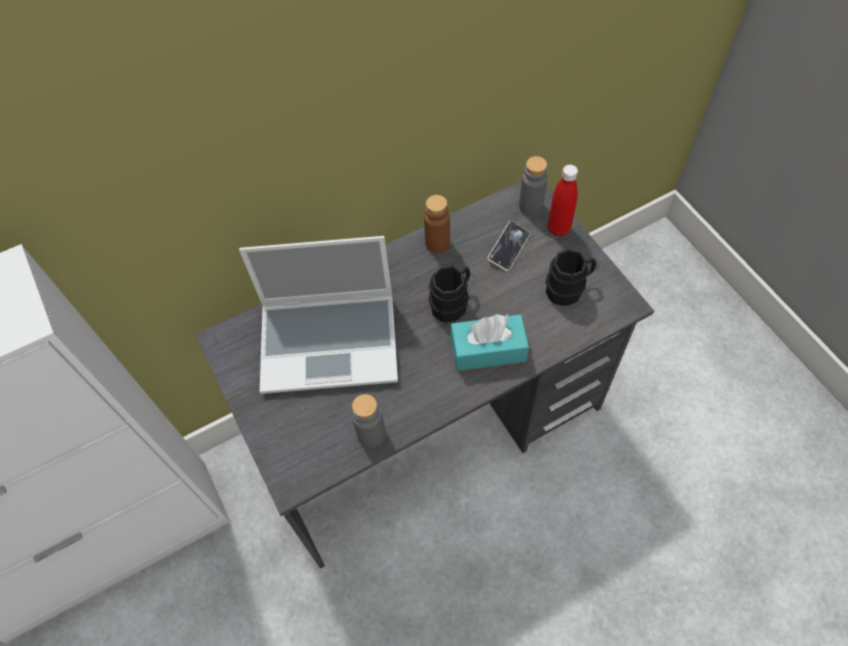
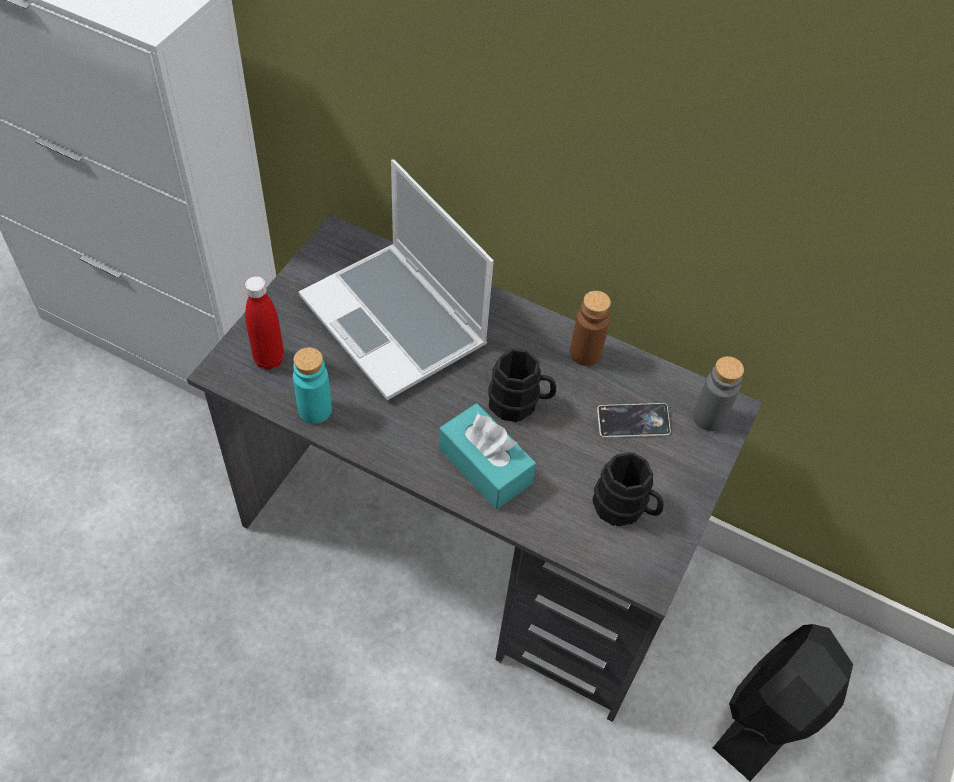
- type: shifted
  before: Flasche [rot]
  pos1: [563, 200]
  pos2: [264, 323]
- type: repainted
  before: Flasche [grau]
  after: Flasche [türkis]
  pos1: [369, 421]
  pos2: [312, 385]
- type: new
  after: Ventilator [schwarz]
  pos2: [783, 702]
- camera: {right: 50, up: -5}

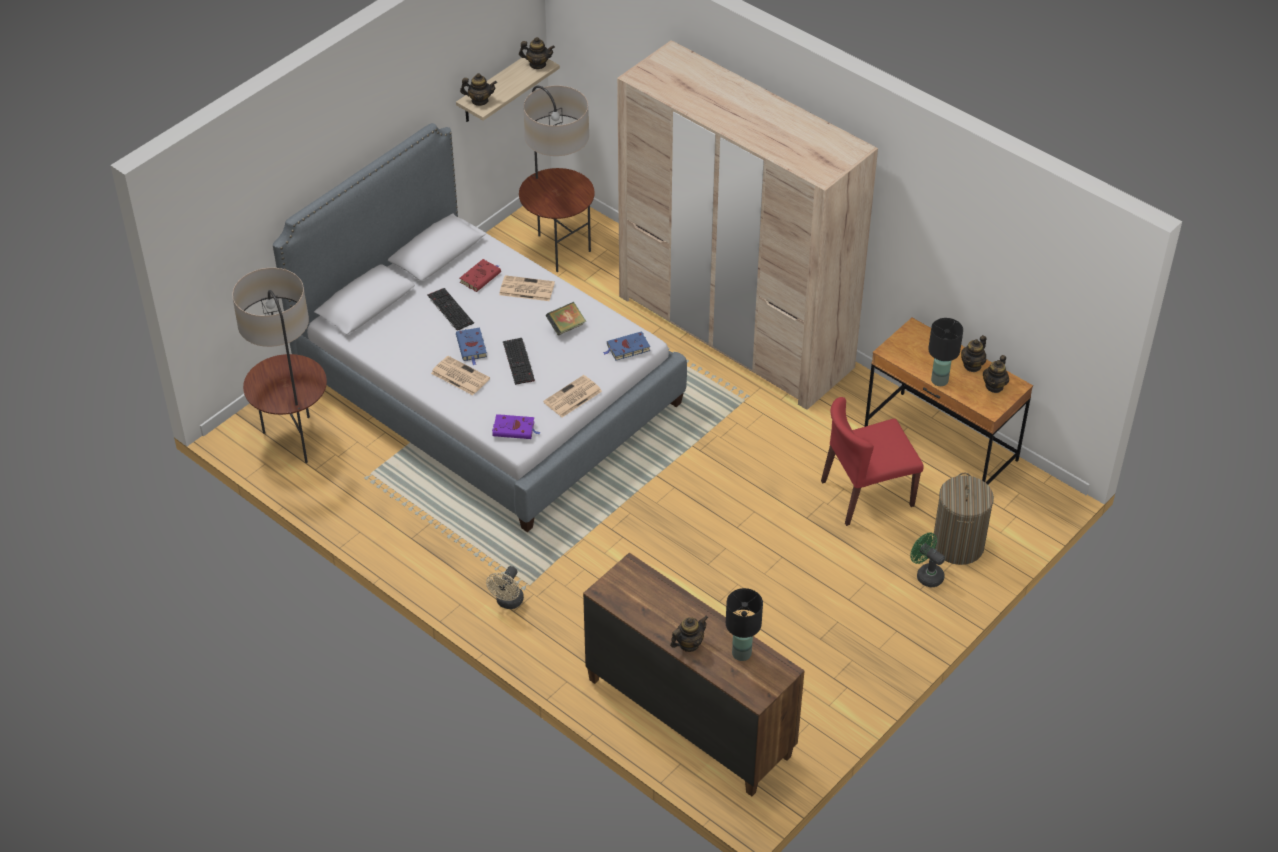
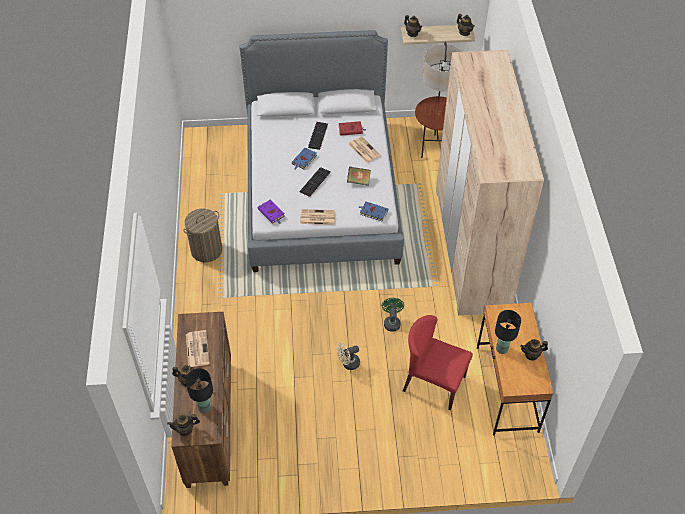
- type: gone
  before: Stehlampe
  pos1: [279, 365]
- type: shifted
  before: Teekanne
  pos1: [996, 374]
  pos2: [183, 425]
- type: shifted
  before: Zeitung
  pos1: [460, 375]
  pos2: [198, 348]
- type: shifted
  before: Wäschekorb
  pos1: [963, 519]
  pos2: [202, 235]
- type: shifted
  before: Ventilator [grün]
  pos1: [927, 560]
  pos2: [393, 315]
- type: shifted
  before: Ventilator [beige]
  pos1: [505, 587]
  pos2: [348, 356]
- camera: {right: 45, up: 5}

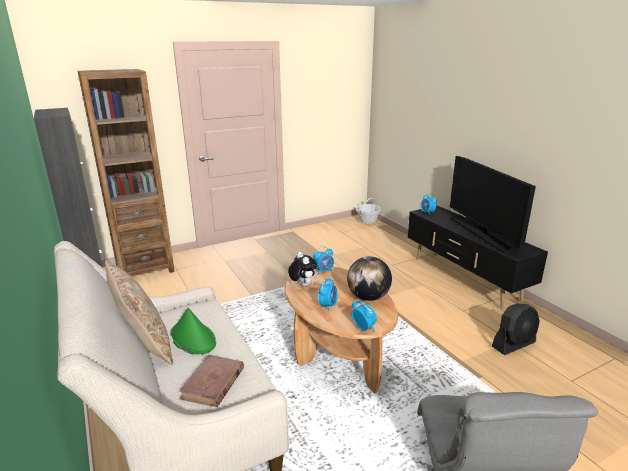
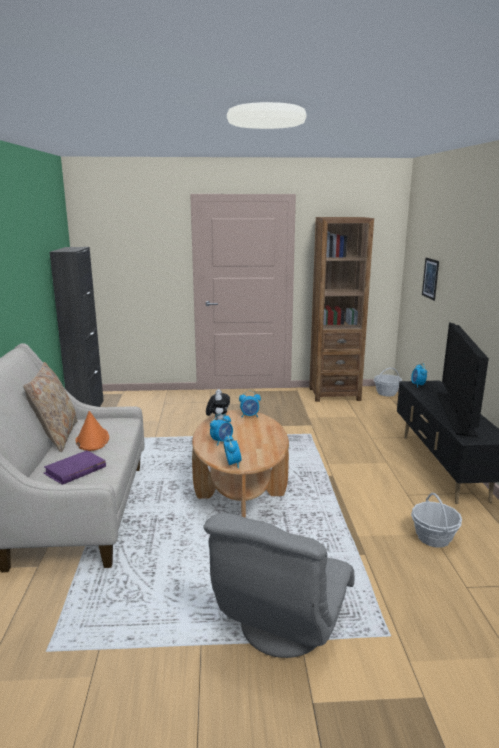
- type: shifted
  before: Bücherregal [braun]
  pos1: [126, 172]
  pos2: [341, 309]
- type: gone
  before: Globus
  pos1: [369, 278]
- type: swapped
  before: Ventilator [schwarz]
  after: Korb
  pos1: [516, 329]
  pos2: [436, 520]
- type: repainted
  before: Hut [grün]
  after: Hut [orange]
  pos1: [193, 331]
  pos2: [92, 431]
- type: repainted
  before: Buch [braun]
  after: Buch [lila]
  pos1: [211, 381]
  pos2: [75, 467]
- type: new
  after: Bild
  pos2: [430, 279]
- camera: {right: 25, up: -5}

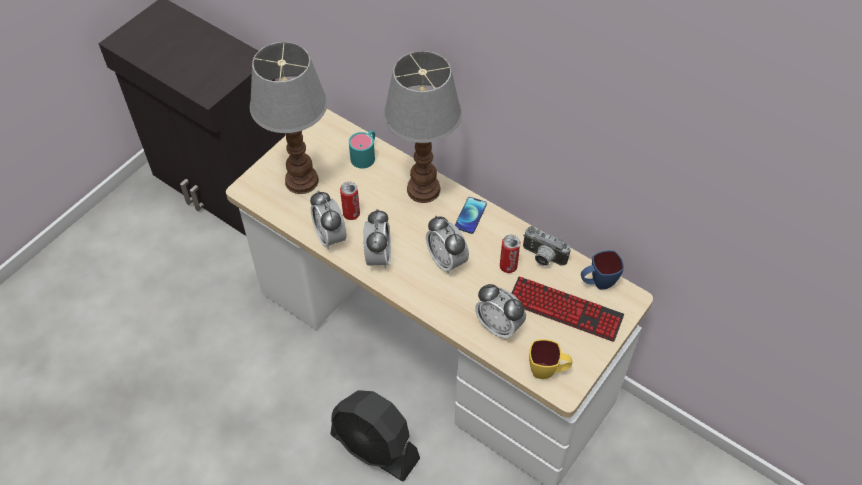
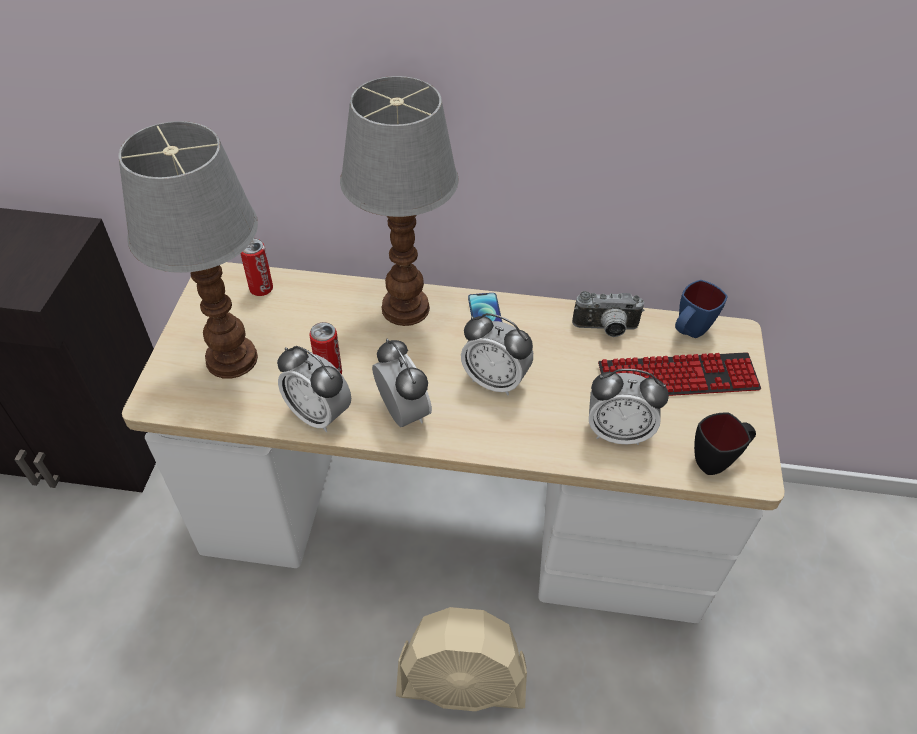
- type: gone
  before: Henkelbecher [türkis]
  pos1: [362, 149]
- type: shifted
  before: Dose
  pos1: [510, 254]
  pos2: [256, 267]
- type: repainted
  before: Henkelbecher [gelb]
  after: Henkelbecher [schwarz]
  pos1: [550, 359]
  pos2: [725, 444]
- type: repainted
  before: Ventilator [schwarz]
  after: Ventilator [beige]
  pos1: [375, 436]
  pos2: [461, 659]
- camera: {right: -30, up: -5}

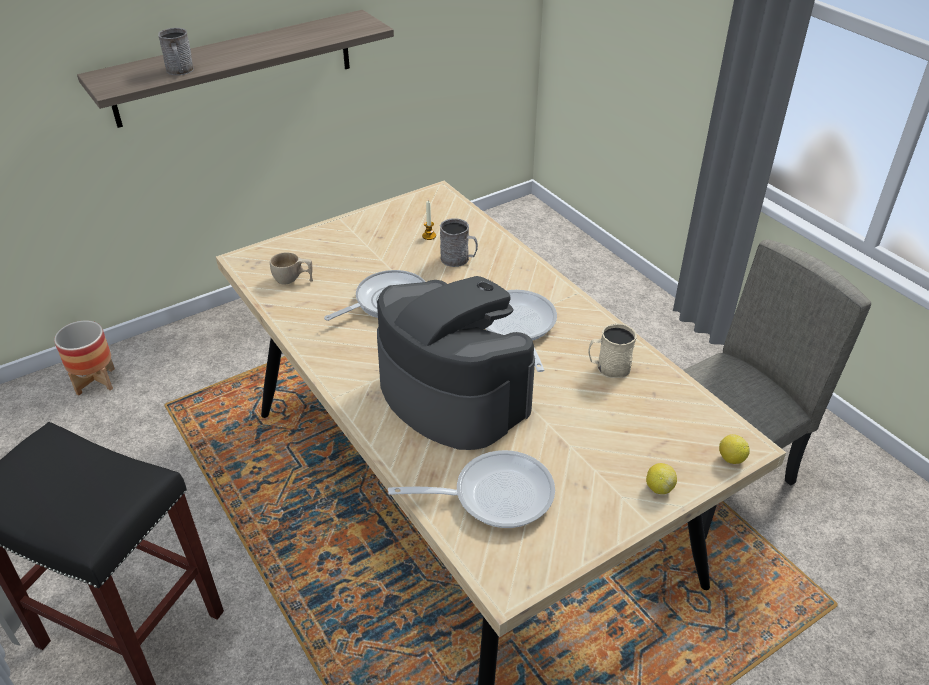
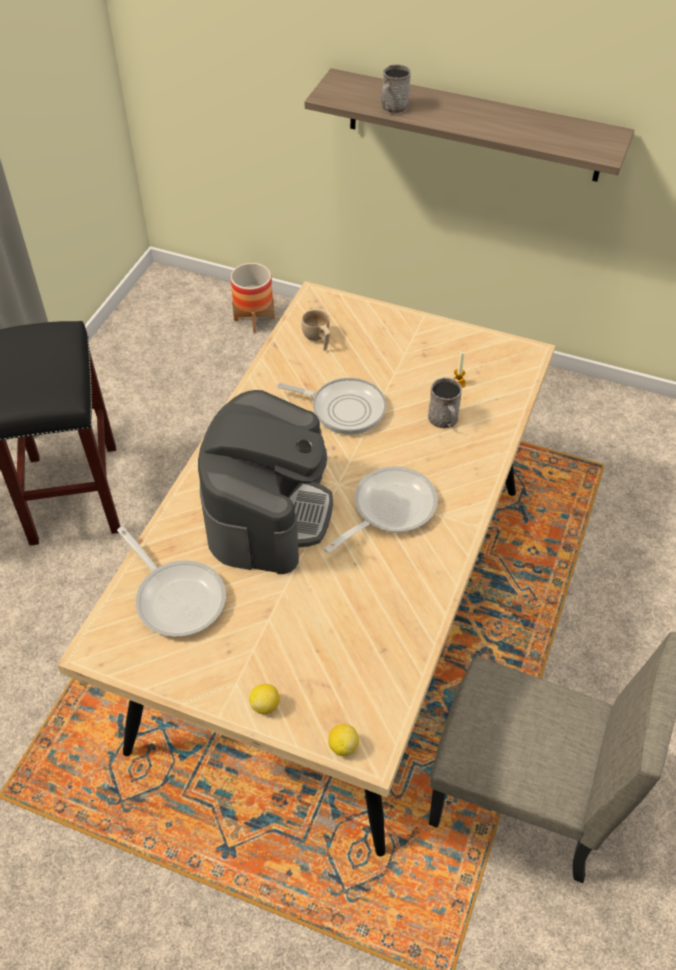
- type: gone
  before: Henkelbecher [beige]
  pos1: [612, 351]
- camera: {right: 55, up: 10}

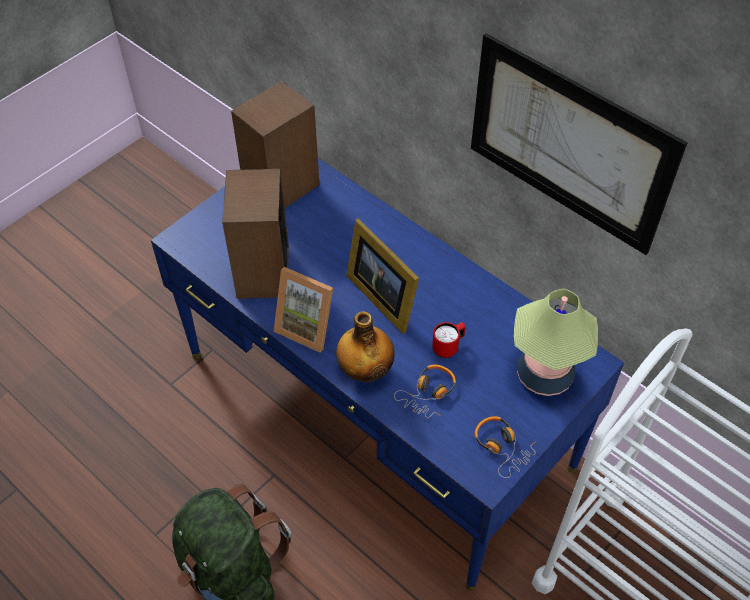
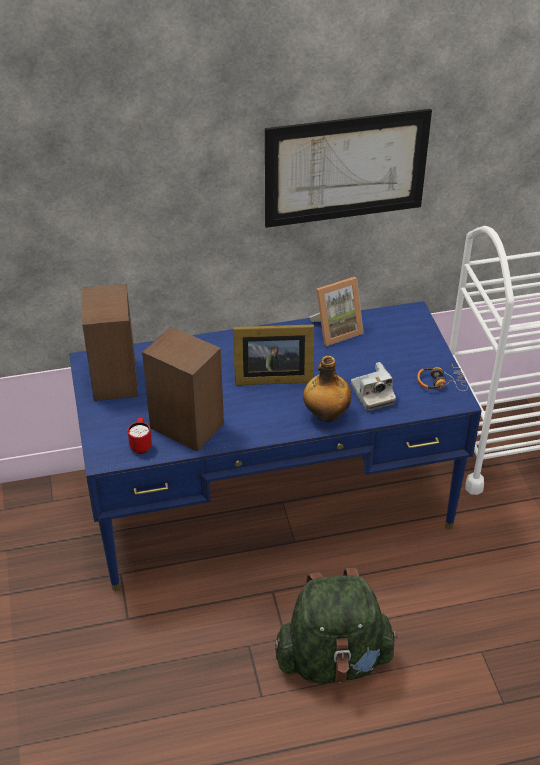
- type: shifted
  before: Bilderrahmen
  pos1: [303, 310]
  pos2: [337, 311]
- type: gone
  before: Tischlampe
  pos1: [556, 342]
- type: shifted
  before: Henkelbecher [rot]
  pos1: [449, 340]
  pos2: [140, 436]
- type: swapped
  before: Kopfhörer
  after: Kamera
  pos1: [425, 391]
  pos2: [373, 386]
- camera: {right: -55, up: -10}

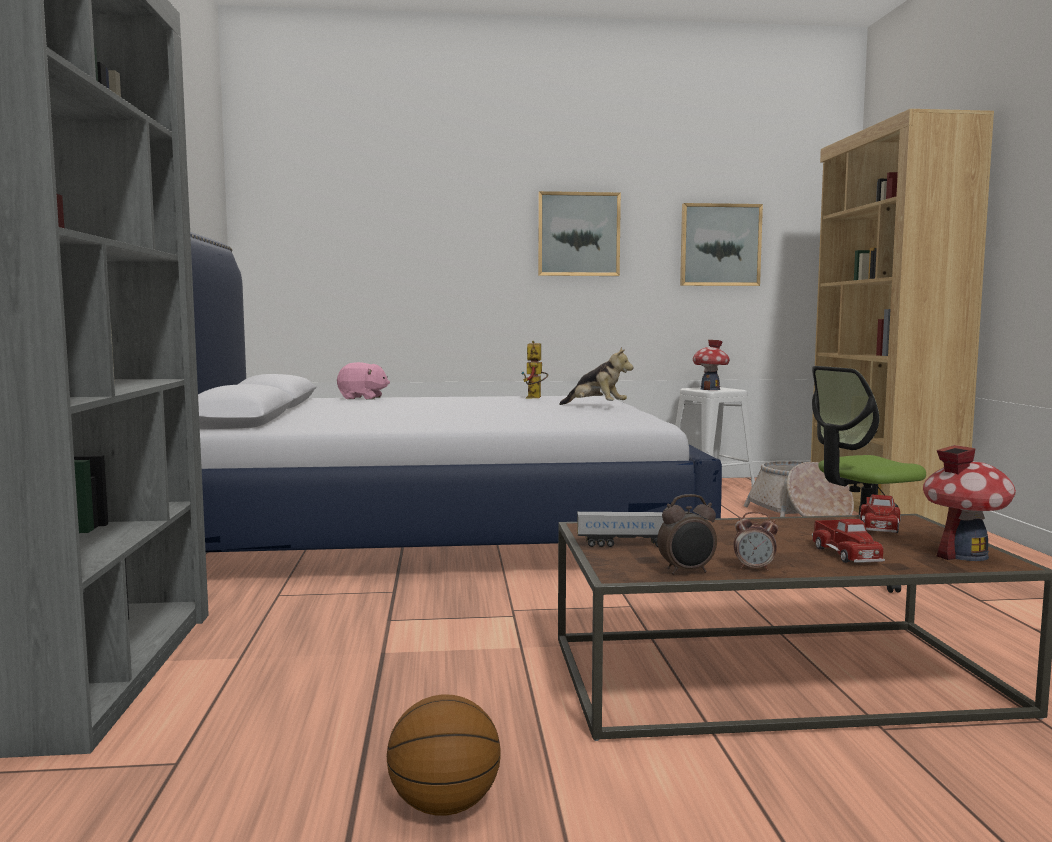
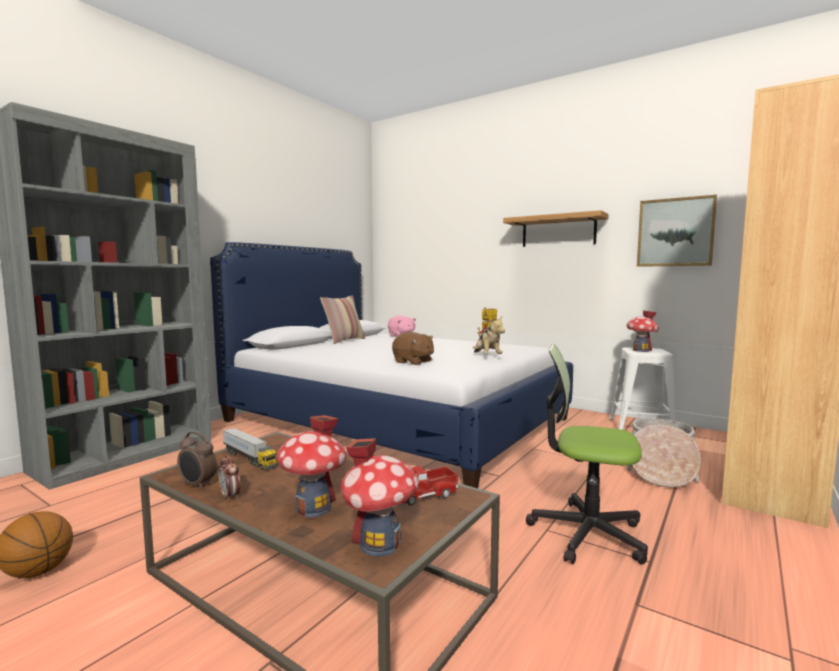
- type: swapped
  before: Bild
  after: Wandregal
  pos1: [579, 233]
  pos2: [556, 228]
- type: swapped
  before: Spielzeuglaster
  after: Spielzeughaus
  pos1: [848, 541]
  pos2: [312, 466]
- type: new
  after: Kissen
  pos2: [343, 320]
- type: new
  after: Plüschtier [braun]
  pos2: [413, 348]
- camera: {right: 40, up: 0}

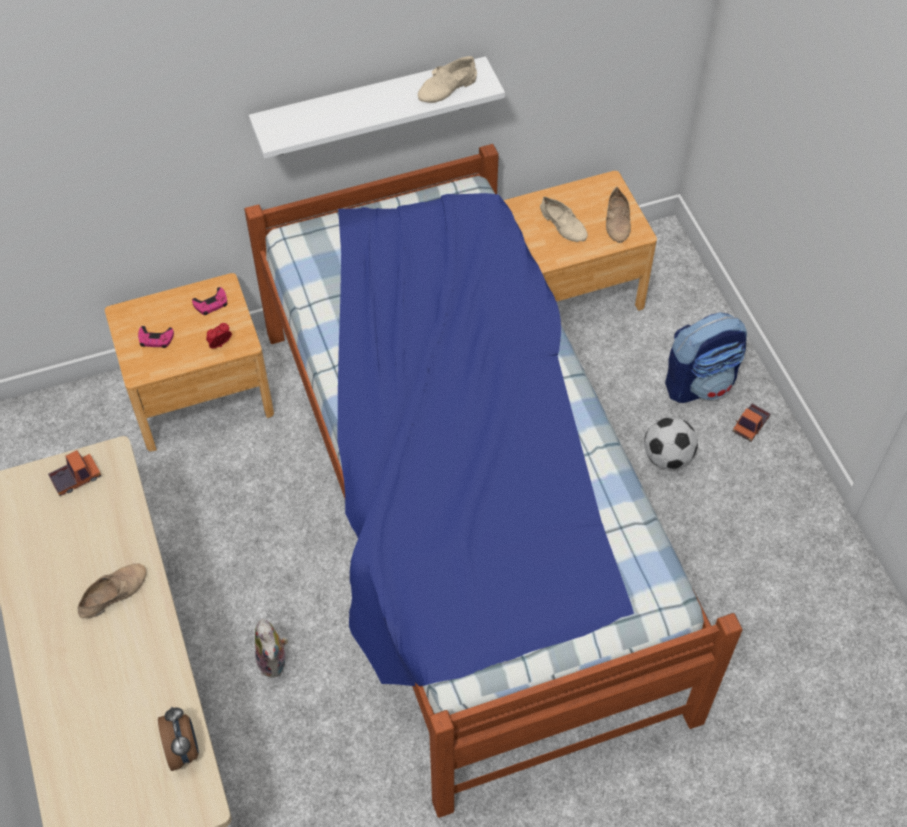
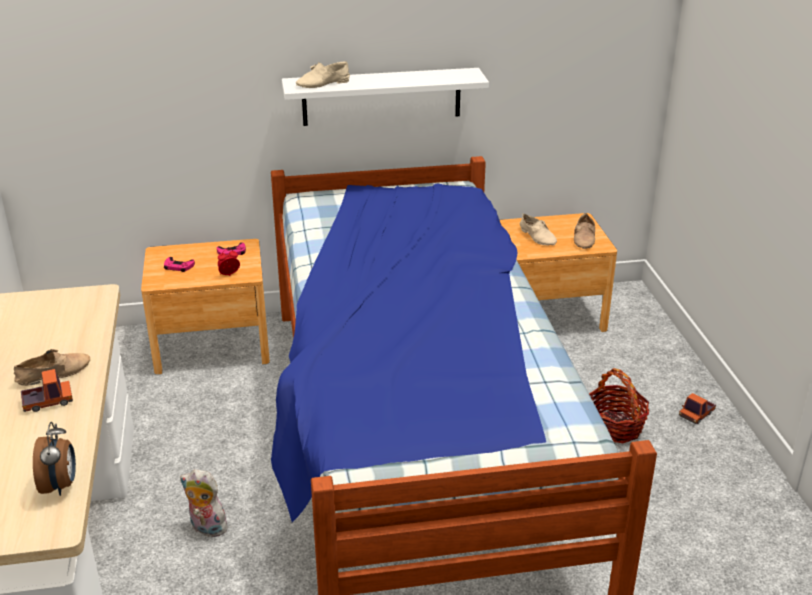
- type: shifted
  before: Schuh [beige]
  pos1: [447, 79]
  pos2: [323, 74]
- type: gone
  before: Rucksack
  pos1: [706, 357]
- type: swapped
  before: Fußball
  after: Korb
  pos1: [671, 443]
  pos2: [619, 405]
- type: shifted
  before: Spielzeuglaster
  pos1: [75, 473]
  pos2: [47, 390]
- type: rotated
  before: Plüschtier
  pos1: [271, 648]
  pos2: [204, 504]
  turn: 120
- camera: {right: 10, up: -25}

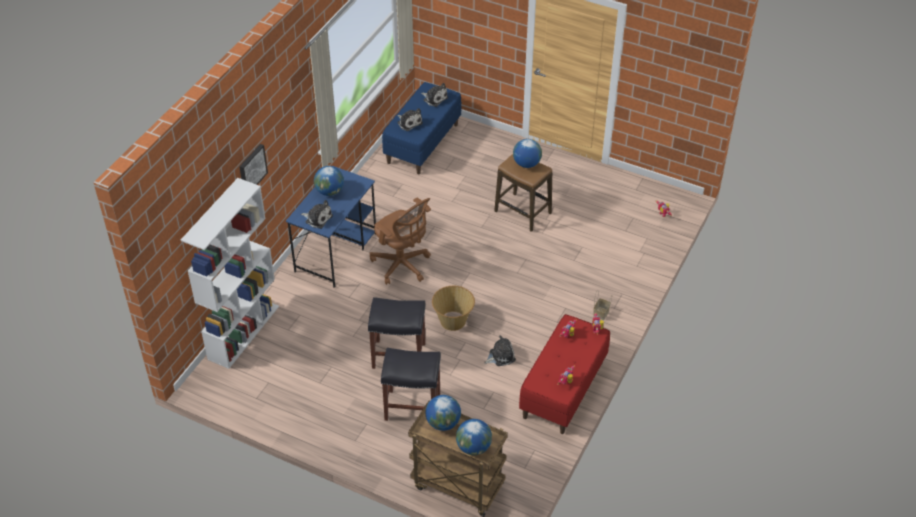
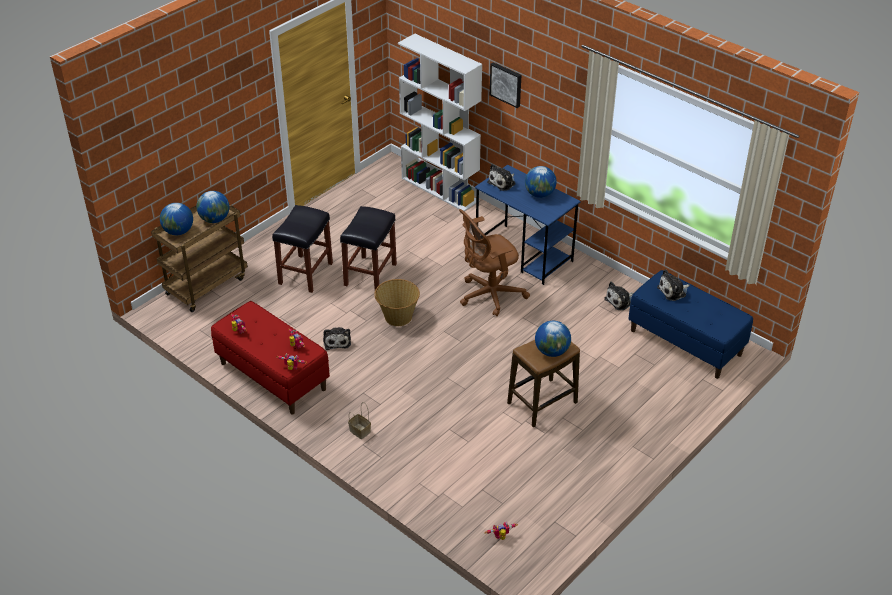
- type: shifted
  before: Plüschtier
  pos1: [434, 95]
  pos2: [618, 296]
- camera: {right: 105, up: -5}

